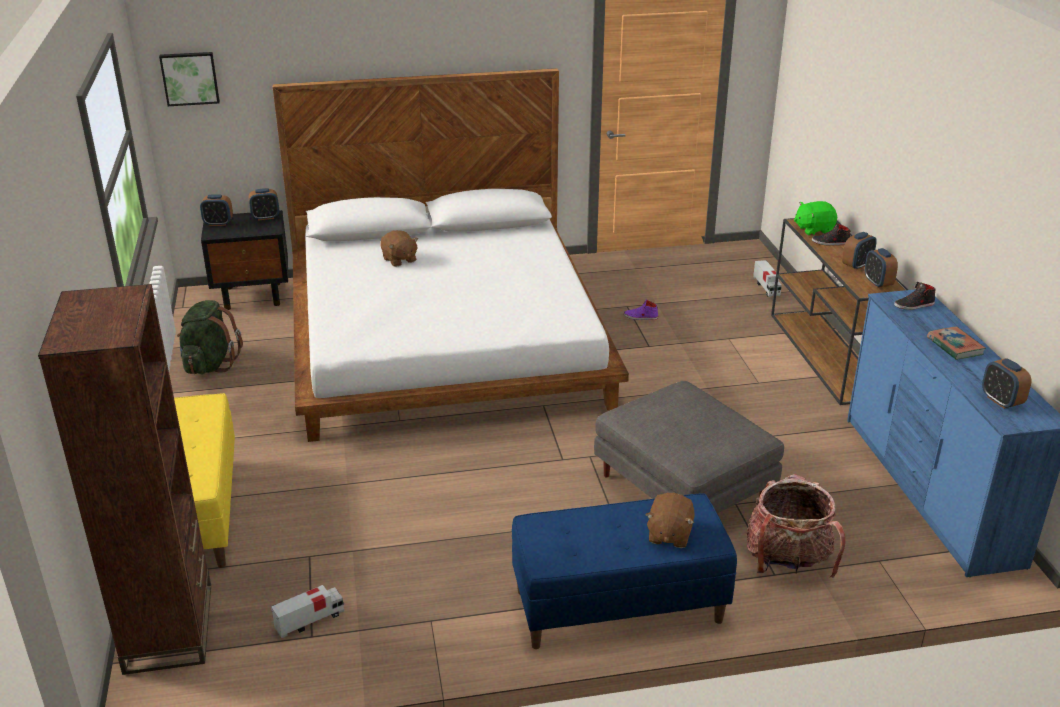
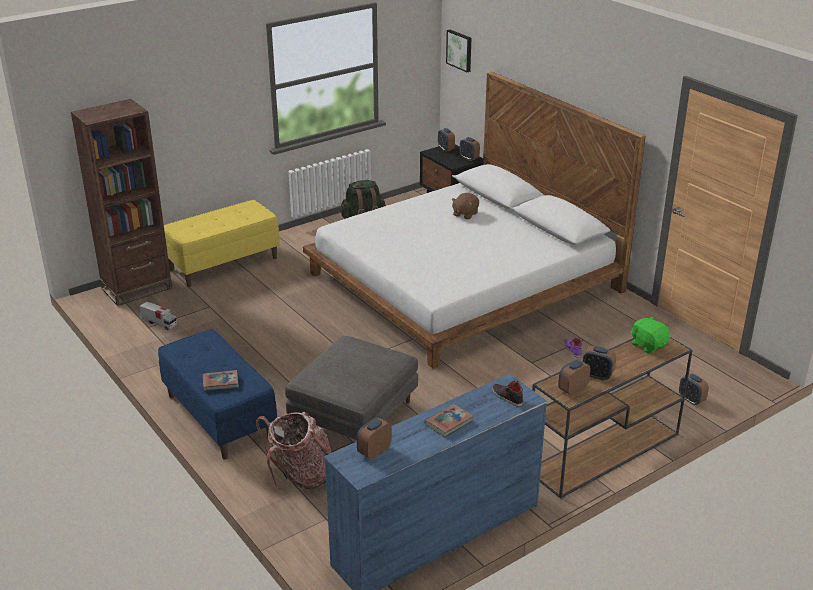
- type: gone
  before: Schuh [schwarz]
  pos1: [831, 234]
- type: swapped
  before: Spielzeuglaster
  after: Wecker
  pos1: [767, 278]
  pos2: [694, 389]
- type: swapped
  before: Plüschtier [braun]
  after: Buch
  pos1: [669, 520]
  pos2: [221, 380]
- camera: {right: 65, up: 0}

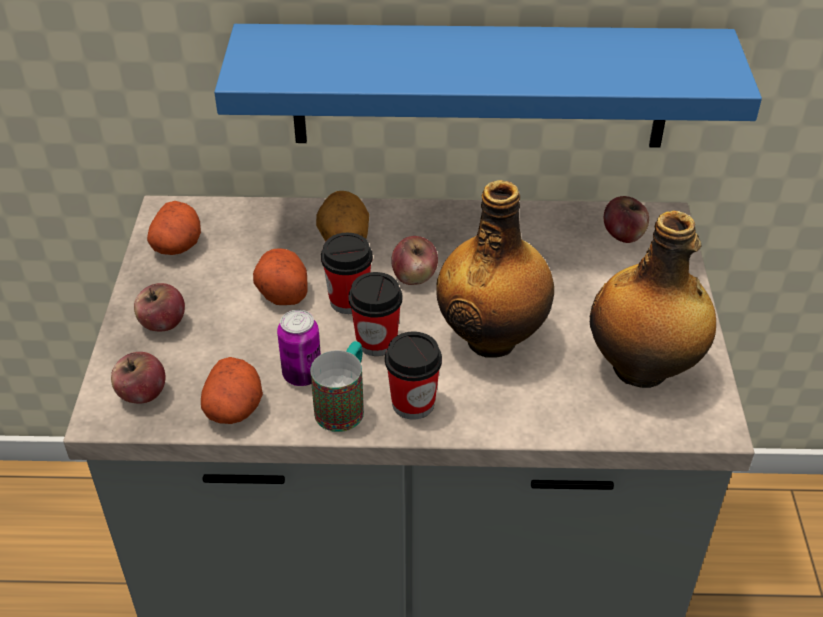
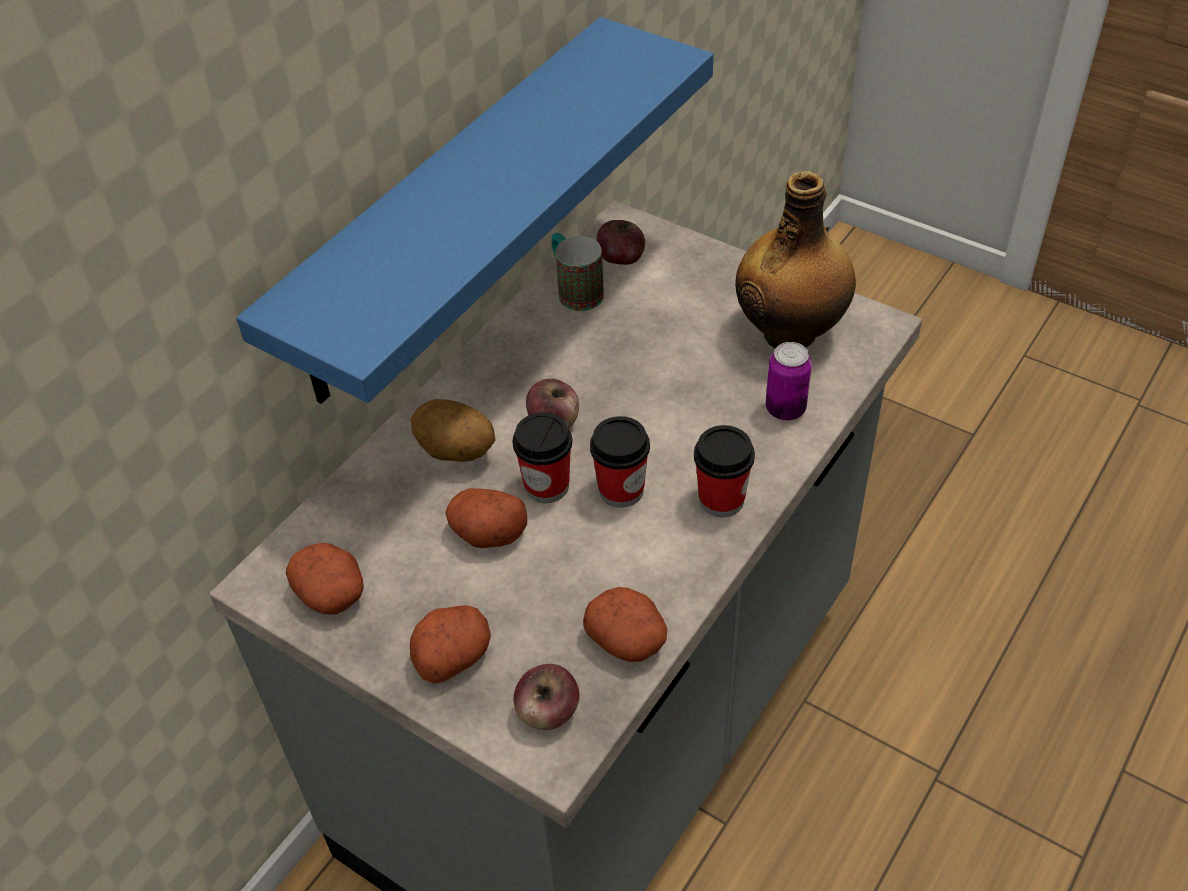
- type: gone
  before: Flasche
  pos1: [495, 269]
- type: swapped
  before: Apfel
  after: Kartoffel
  pos1: [159, 307]
  pos2: [450, 644]
- type: shifted
  before: Dose
  pos1: [299, 348]
  pos2: [789, 381]
- type: shifted
  before: Henkelbecher
  pos1: [337, 386]
  pos2: [577, 272]
- camera: {right: -55, up: 5}

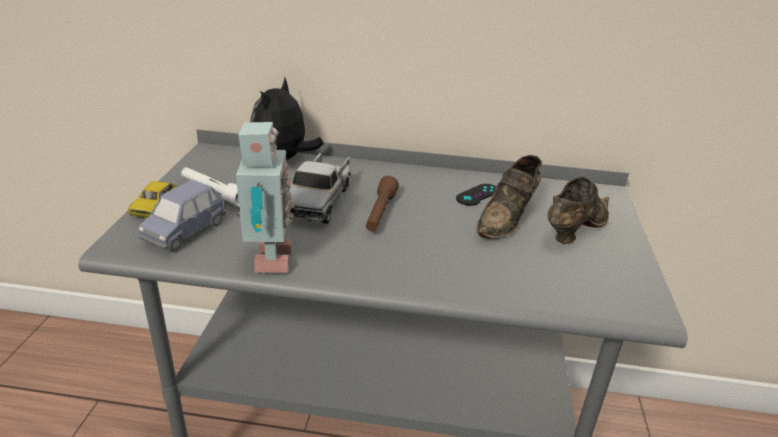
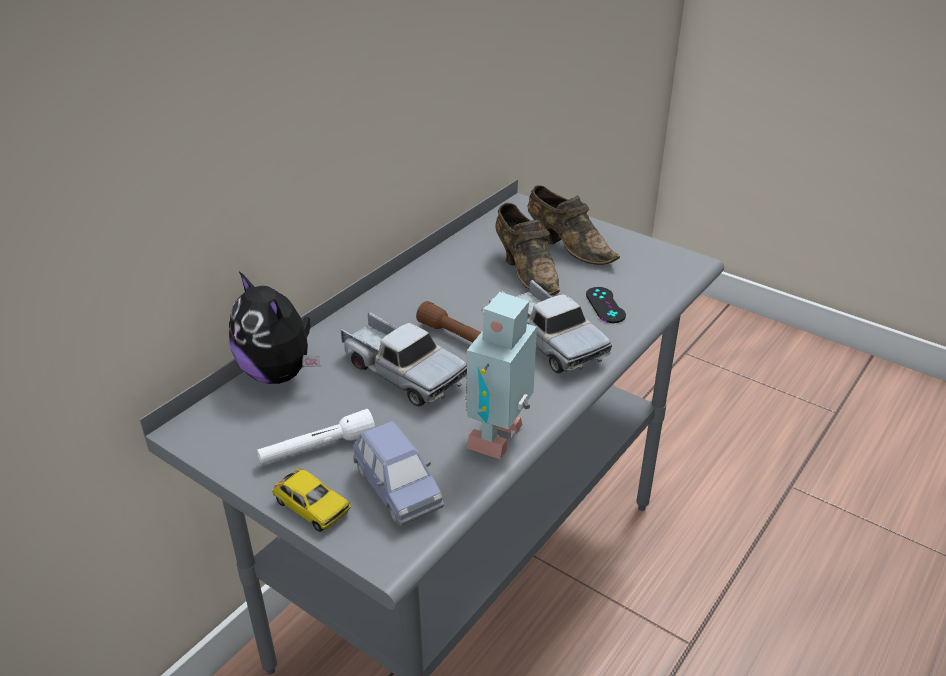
- type: rotated
  before: Spielzeugroboter
  pos1: [265, 197]
  pos2: [501, 375]
  turn: -90
- type: rotated
  before: Schuh [braun]
  pos1: [578, 210]
  pos2: [574, 225]
  turn: 150
- type: shifted
  before: Gamepad [schwarz]
  pos1: [476, 195]
  pos2: [606, 305]
- type: new
  after: Spielzeuglaster
  pos2: [556, 326]
- camera: {right: -60, up: 5}

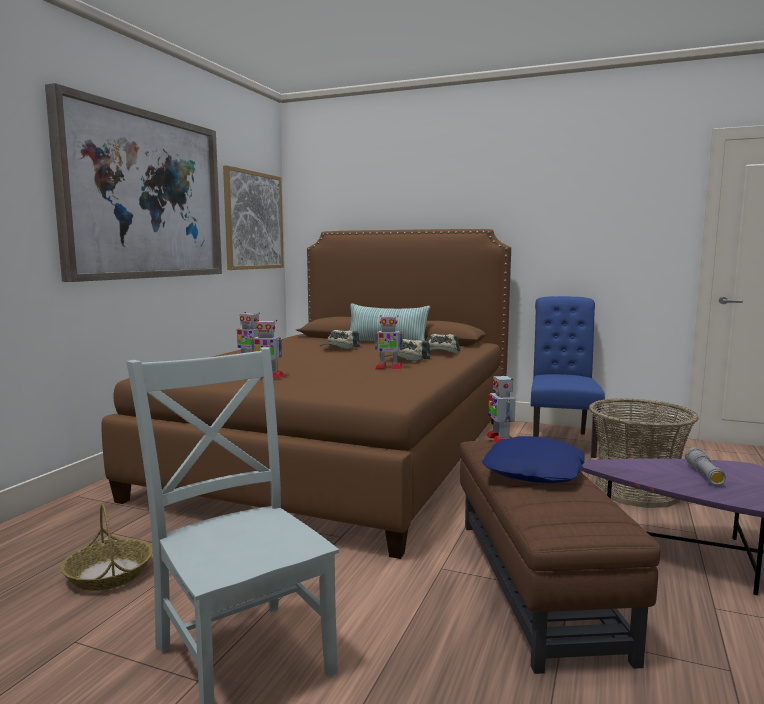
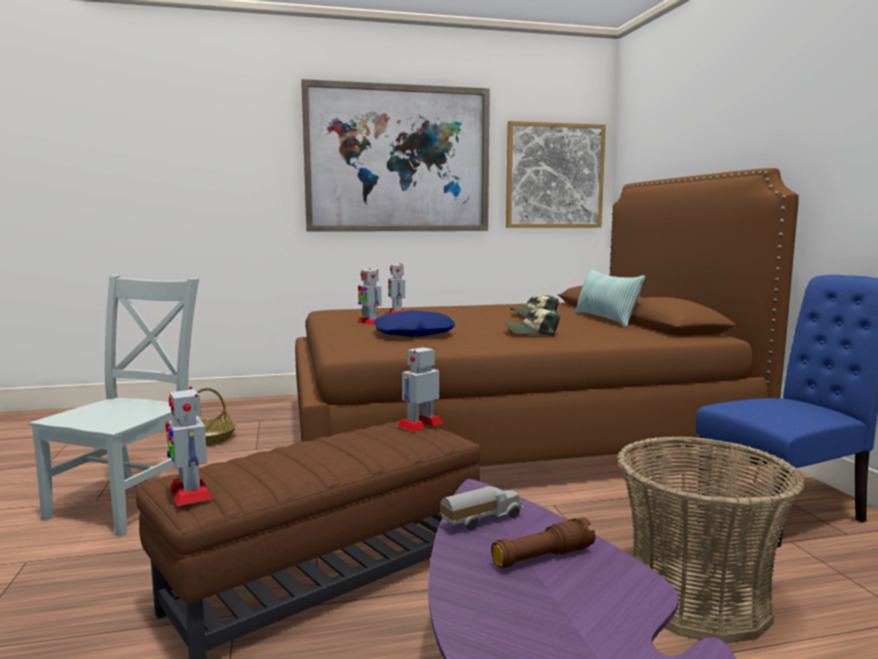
- type: shifted
  before: Spielzeugroboter
  pos1: [388, 342]
  pos2: [189, 446]
- type: gone
  before: Kappe
  pos1: [443, 343]
- type: shifted
  before: Kissen [blau]
  pos1: [533, 459]
  pos2: [414, 323]
- type: repainted
  before: Taschenlampe [grau]
  after: Taschenlampe [braun]
  pos1: [705, 466]
  pos2: [543, 542]
- type: new
  after: Spielzeuglaster
  pos2: [482, 508]
- camera: {right: 55, up: 0}

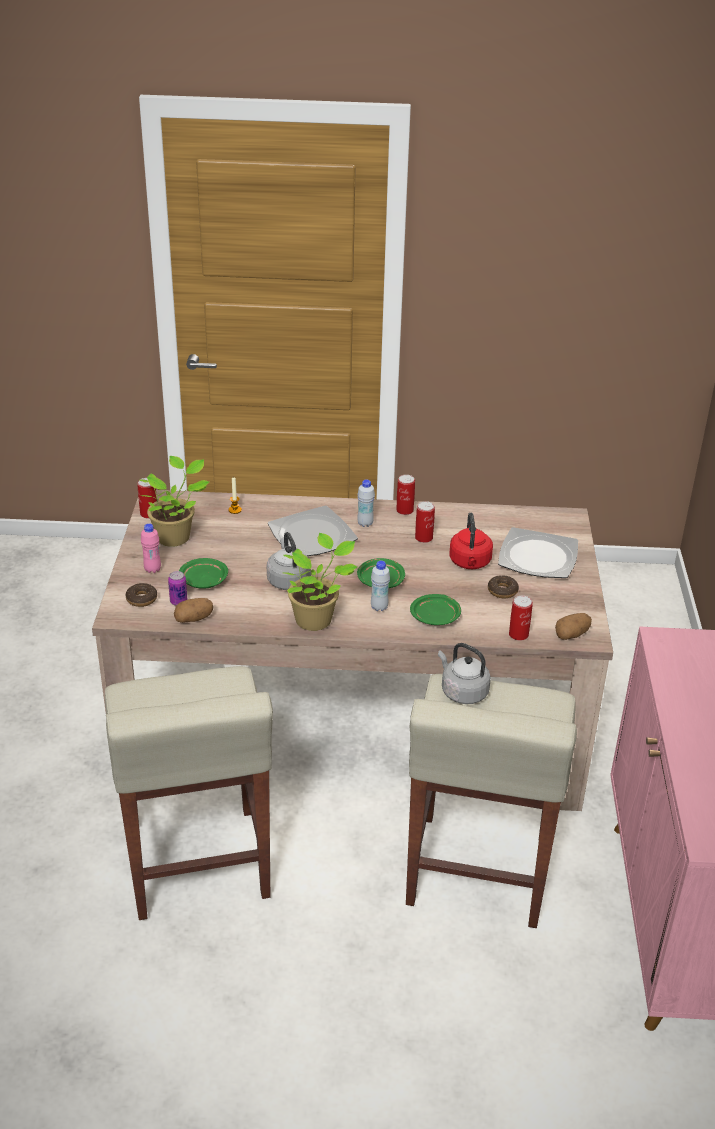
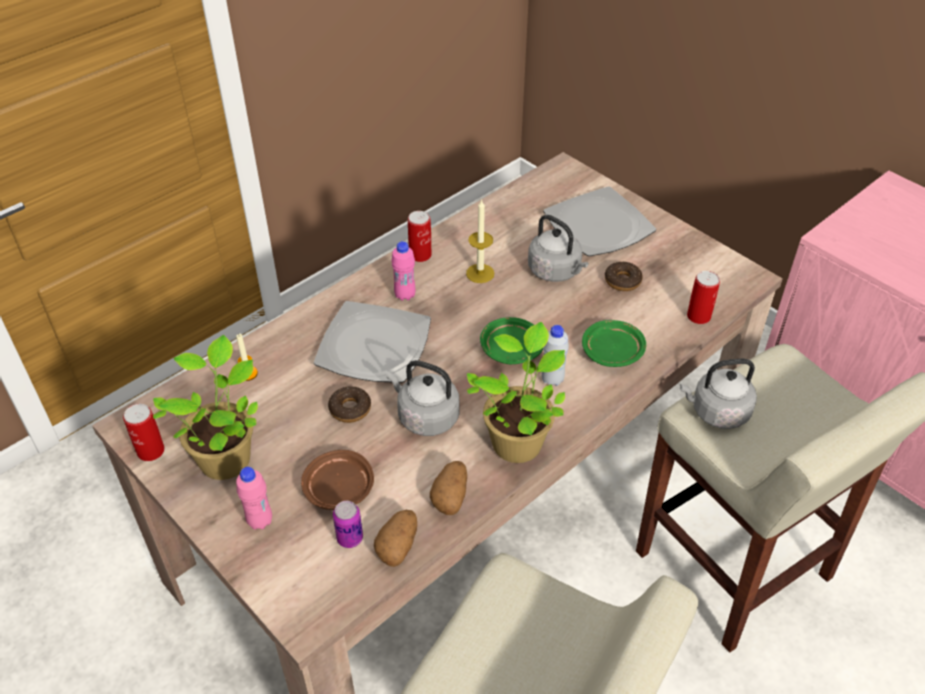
- type: repainted
  before: Flasche [weiß]
  after: Flasche [rosa]
  pos1: [366, 503]
  pos2: [403, 271]
- type: swapped
  before: Dose
  after: Kerze
  pos1: [425, 522]
  pos2: [480, 241]
- type: repainted
  before: Wasserkessel [rot]
  after: Wasserkessel [grau]
  pos1: [471, 541]
  pos2: [558, 248]
- type: repainted
  before: Teller [grün]
  after: Teller [braun]
  pos1: [203, 573]
  pos2: [337, 480]
- type: shifted
  before: Donut
  pos1: [141, 595]
  pos2: [349, 404]
- type: shifted
  before: Kartoffel
  pos1: [573, 626]
  pos2: [448, 488]
- camera: {right: -45, up: 10}

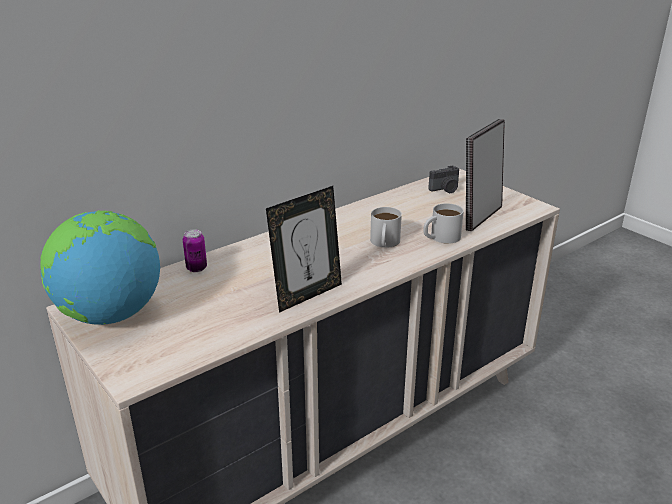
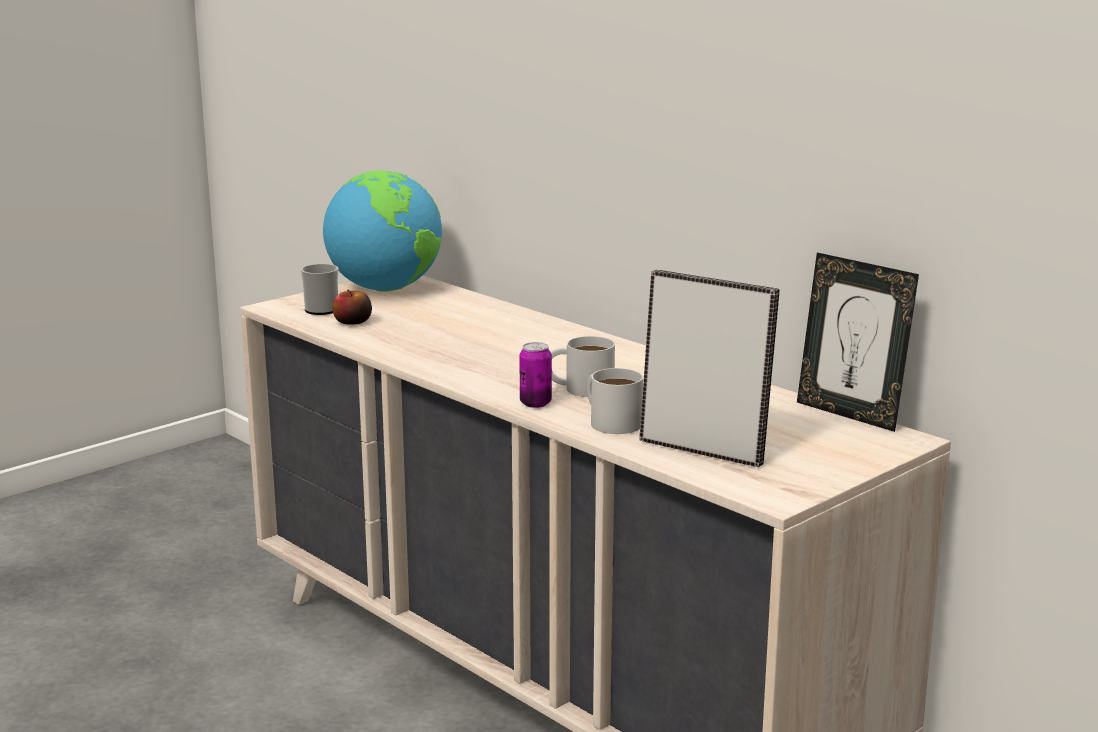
- type: gone
  before: Kamera
  pos1: [443, 179]
- type: shifted
  before: Bilderrahmen
  pos1: [304, 249]
  pos2: [858, 342]
- type: shifted
  before: Dose
  pos1: [195, 250]
  pos2: [535, 375]
- type: new
  after: Henkelbecher
  pos2: [319, 289]
- type: new
  after: Apfel
  pos2: [352, 307]
- camera: {right: 85, up: -10}

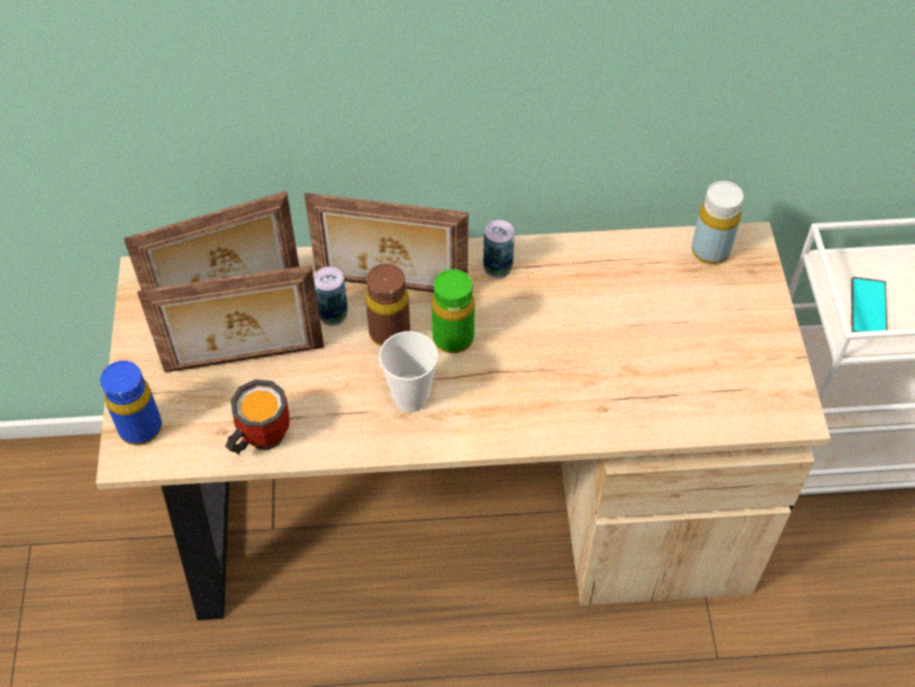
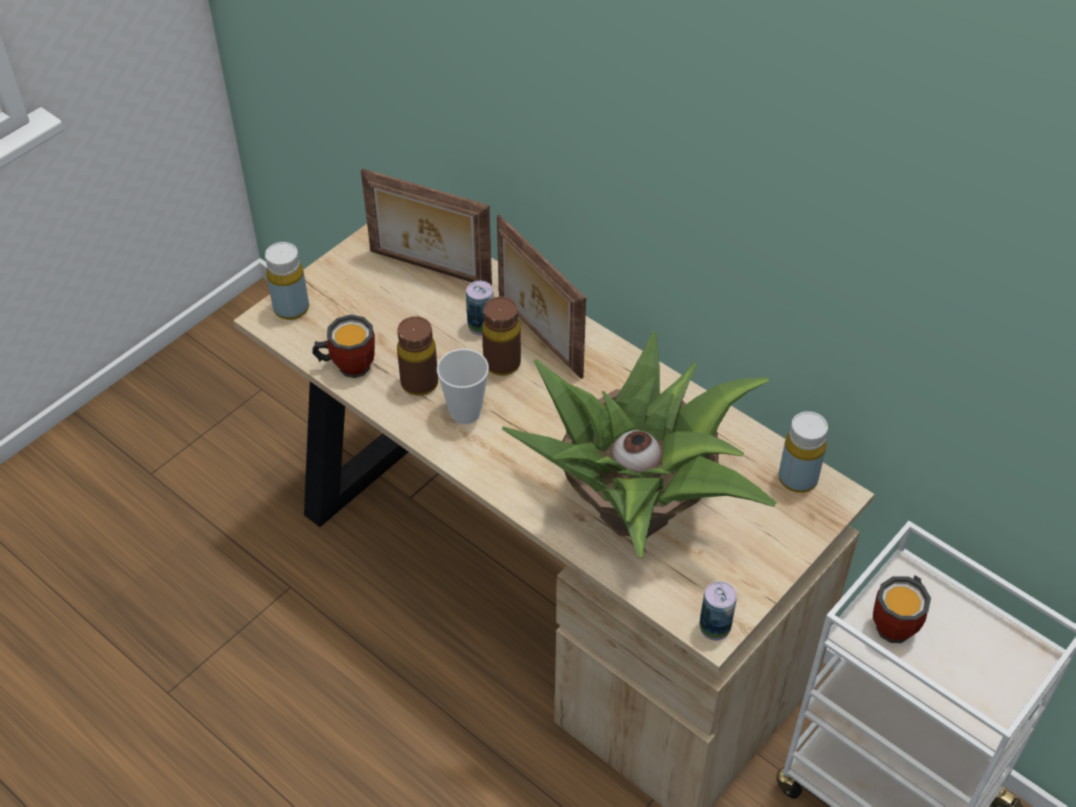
- type: shifted
  before: Dose
  pos1: [499, 249]
  pos2: [718, 611]
- type: gone
  before: Bilderrahmen
  pos1: [230, 318]
- type: gone
  before: Flasche [grün]
  pos1: [453, 311]
- type: swapped
  before: Handy
  after: Henkelbecher
  pos1: [869, 304]
  pos2: [902, 609]
- type: repainted
  before: Flasche [blau]
  after: Flasche [gelb]
  pos1: [131, 403]
  pos2: [287, 281]
- type: new
  after: Flasche [braun]
  pos2: [417, 356]
- type: new
  after: Topfpflanze
  pos2: [639, 445]
- camera: {right: 45, up: -5}

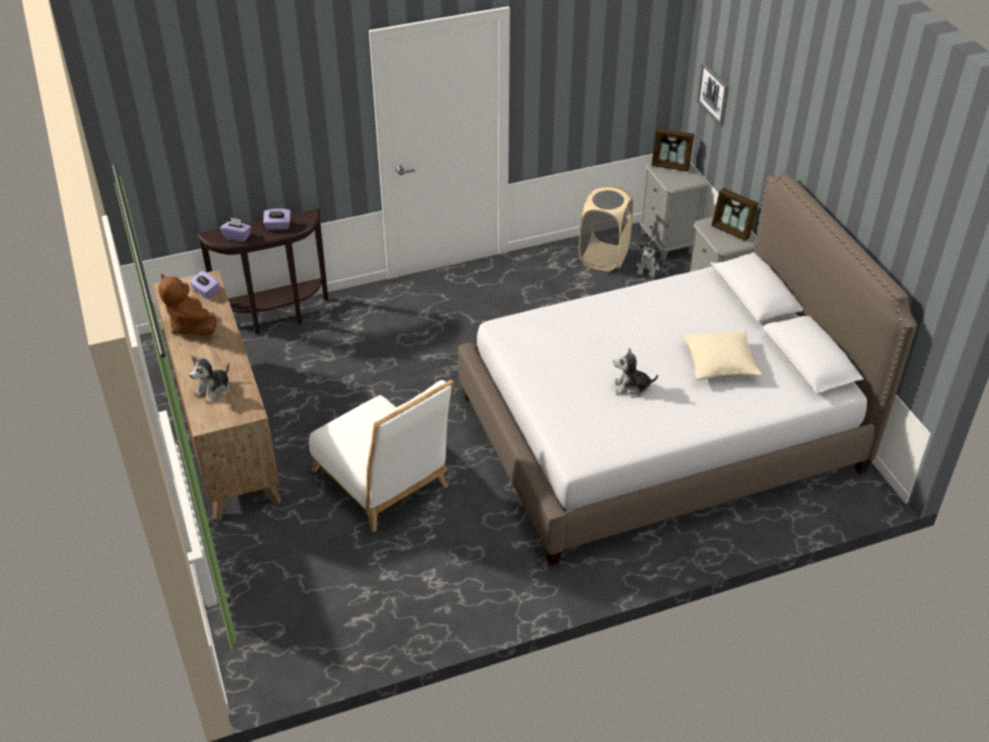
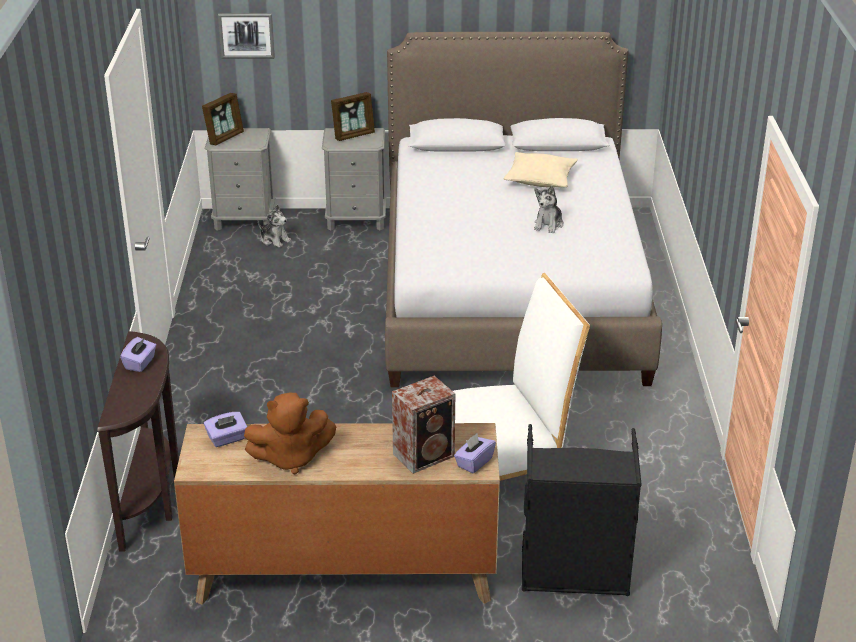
- type: gone
  before: Wäschekorb [beige]
  pos1: [606, 228]
- type: shifted
  before: Taschentuchbox [lila]
  pos1: [235, 229]
  pos2: [475, 453]
- type: swapped
  before: Plüschtier
  after: Lautsprecher
  pos1: [209, 380]
  pos2: [423, 425]
- type: new
  after: Wäschekorb [schwarz]
  pos2: [582, 510]
- camera: {right: -70, up: -10}

